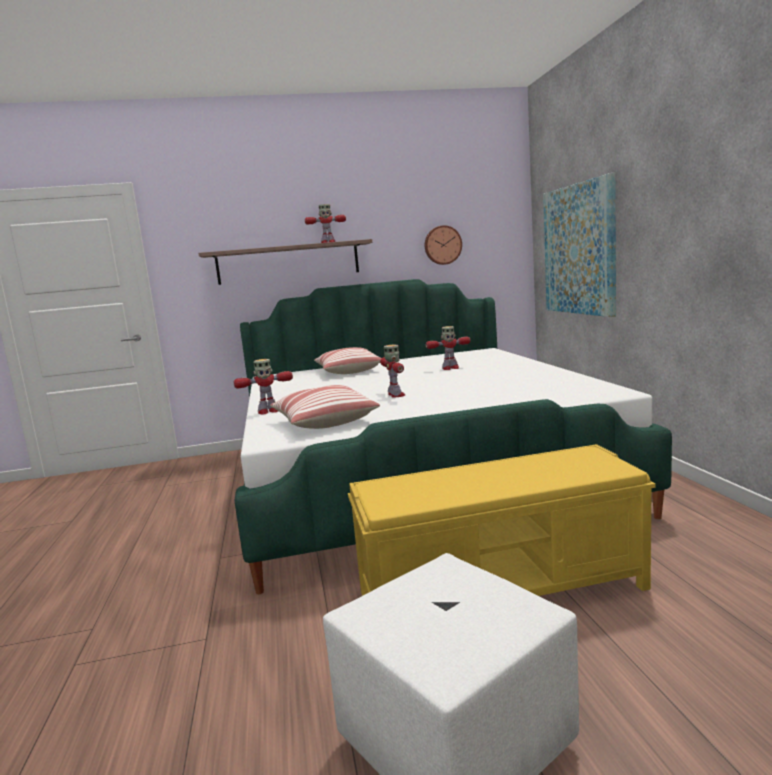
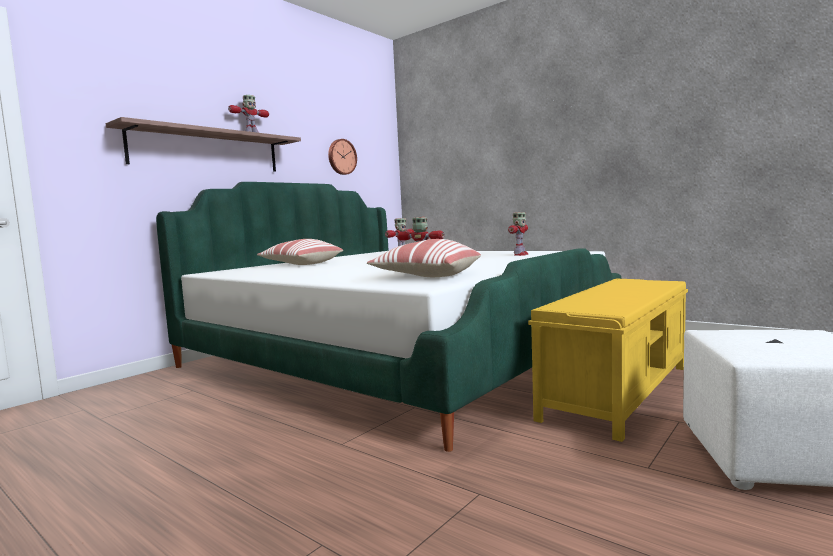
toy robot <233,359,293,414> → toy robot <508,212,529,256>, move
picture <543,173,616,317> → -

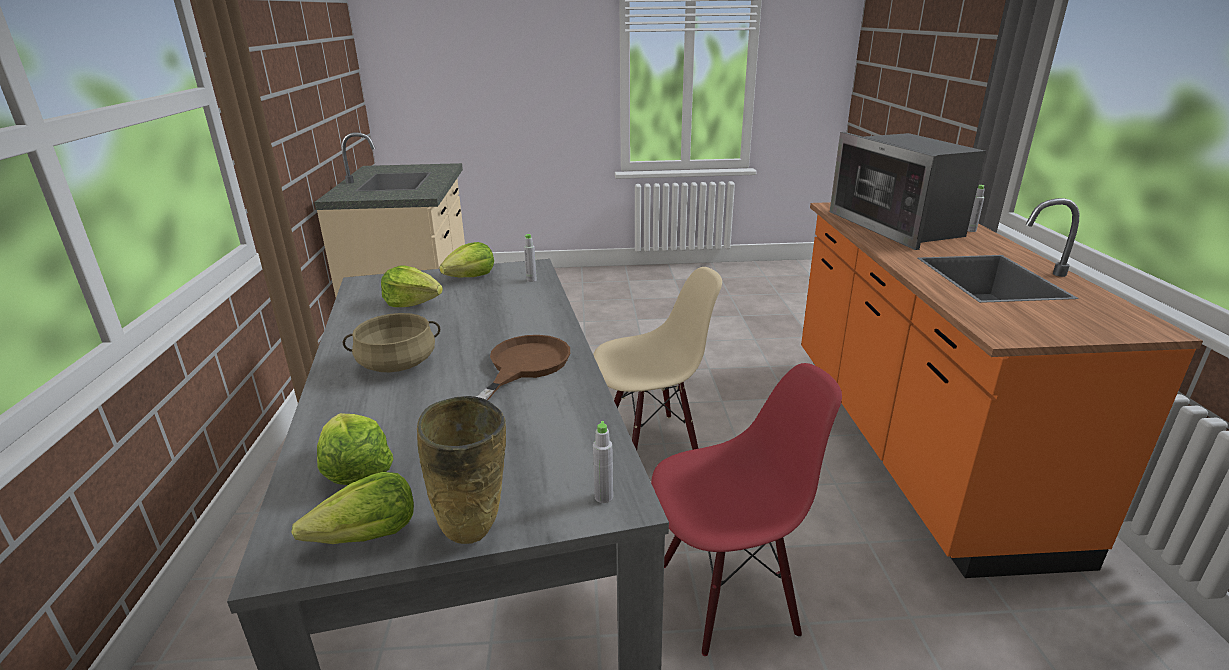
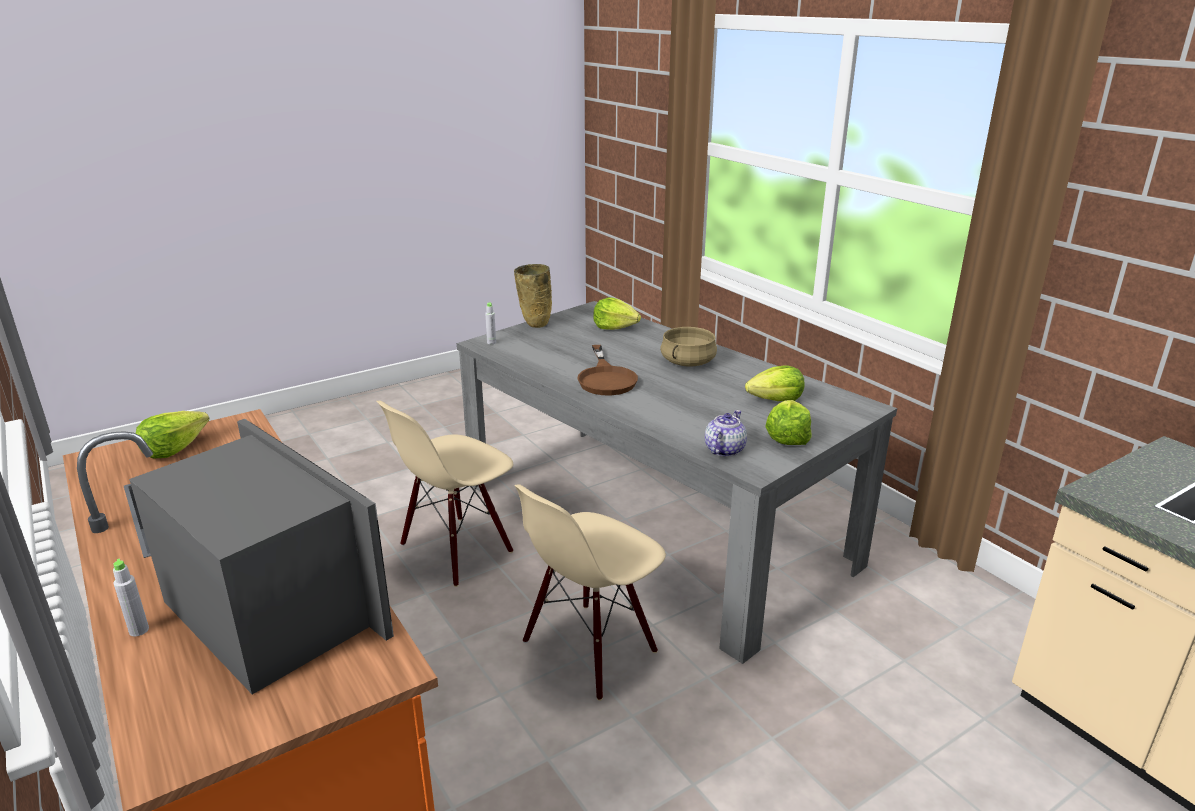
lettuce <291,472,414,544> → lettuce <136,411,210,458>, move
red chair <651,363,842,656> → beige chair <376,400,513,587>
grey bottle <524,234,537,282> → teapot <705,410,747,457>

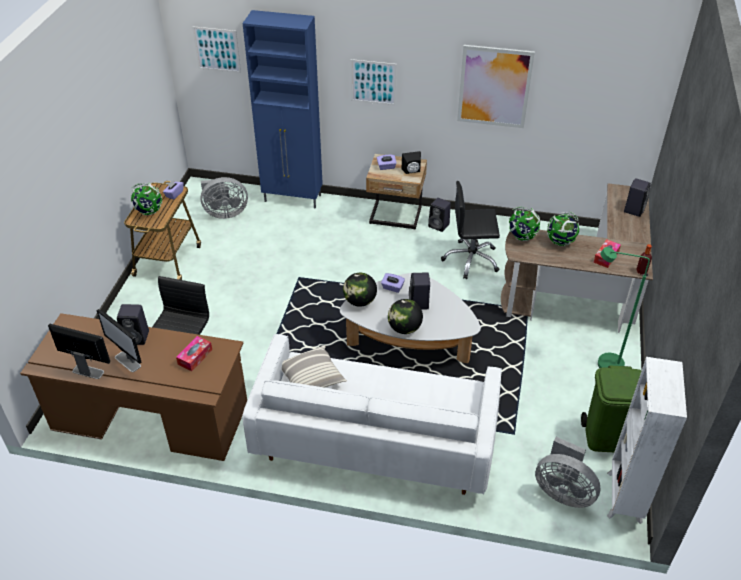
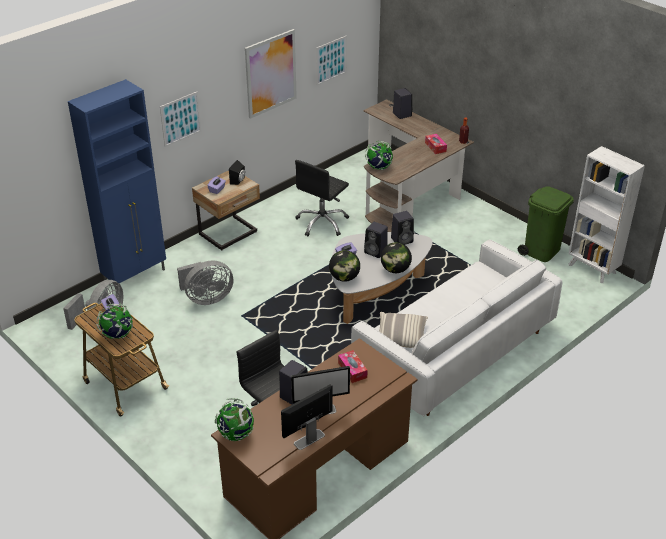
grey fan <535,437,600,508> → grey fan <177,260,233,305>, move
globe <547,211,579,246> → globe <215,398,254,441>, move
picture <192,26,241,73> → picture <316,36,347,85>, move
black speaker <428,198,451,232> → black speaker <391,211,414,245>, move
green floor lamp <598,247,650,368> → -

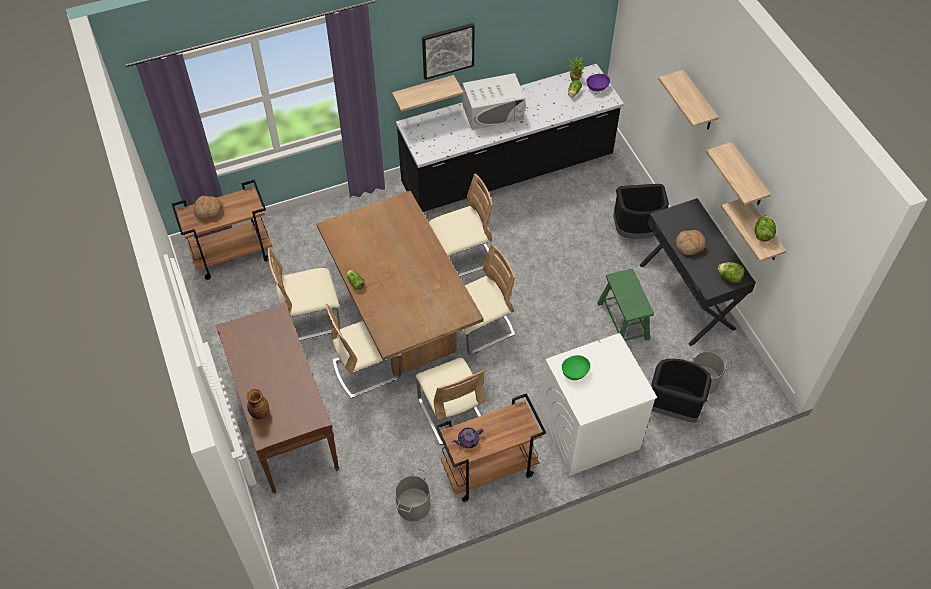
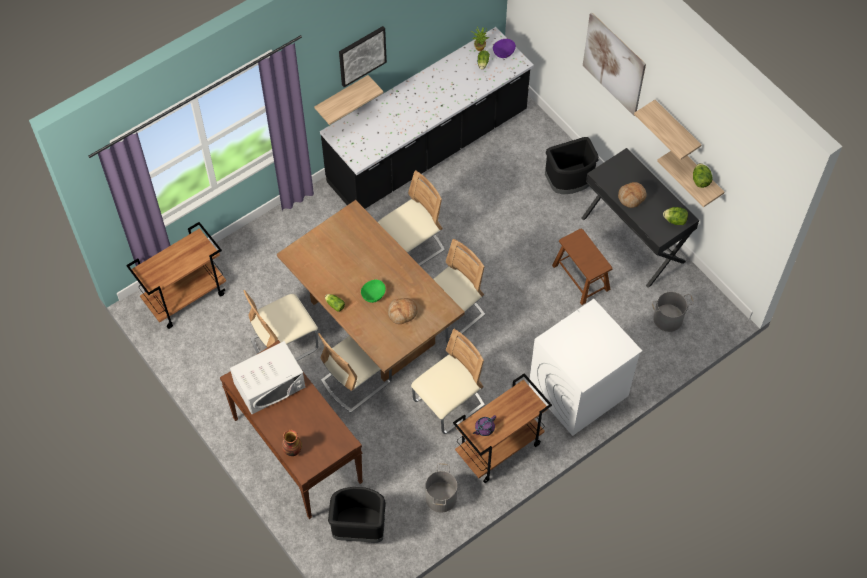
white microwave <463,73,525,130> → white microwave <230,341,305,414>, move
black trash can <651,359,711,423> → black trash can <328,487,386,543>, move
green bowl <562,355,590,380> → green bowl <361,279,386,303>, move
bread <194,196,223,220> → bread <388,298,418,324>, move
beige chair <416,358,486,445> → beige chair <411,329,485,434>, 90 degrees counterclockwise
green stool <597,269,654,341> → brown stool <552,228,613,305>
shelf <658,70,719,129> → picture <583,13,646,116>

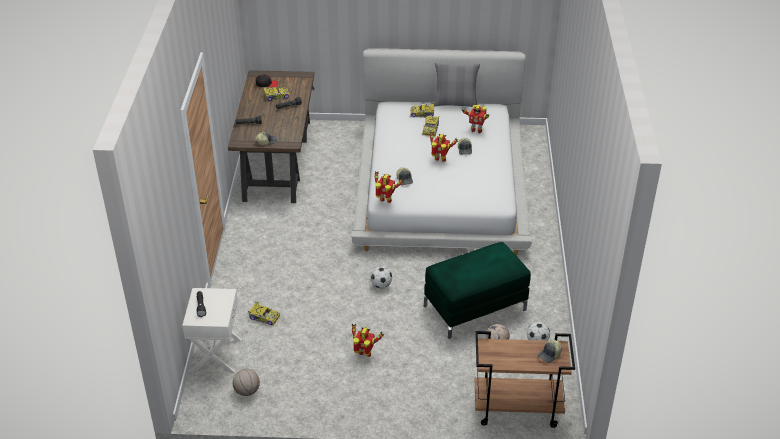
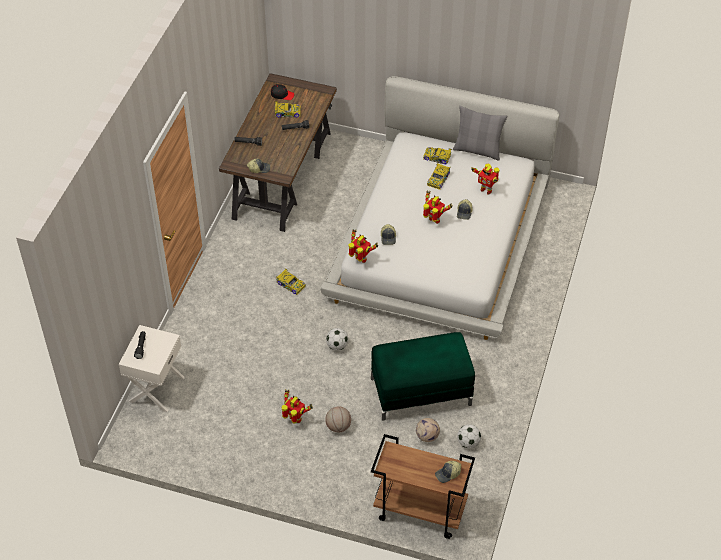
toy car <248,302,280,326> → toy car <276,268,306,295>, move
basketball <233,369,260,396> → basketball <325,406,351,432>, move

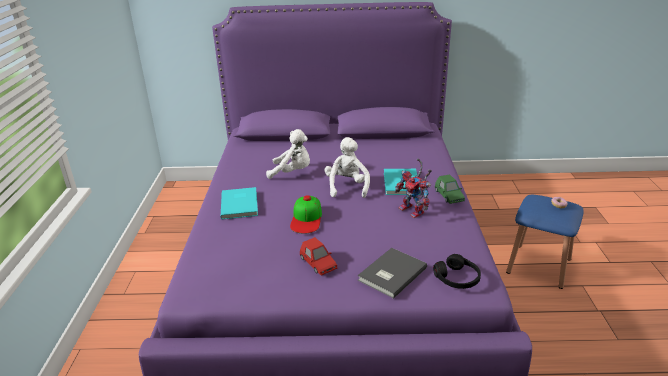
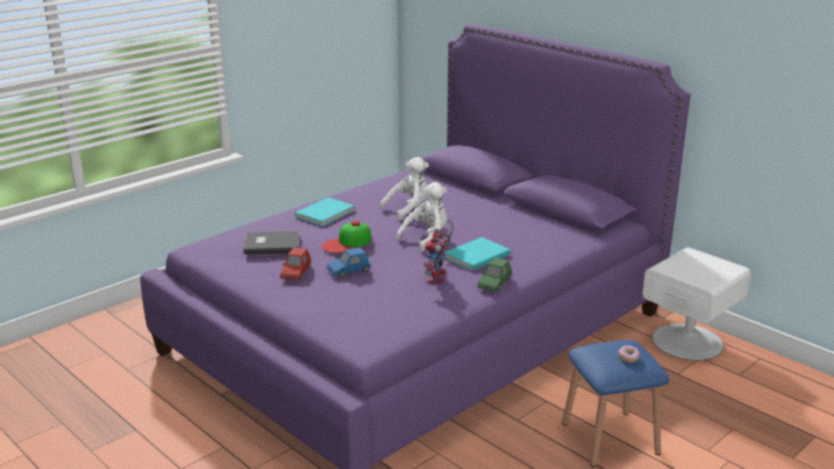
grey book <358,248,427,299> → grey book <243,231,300,254>, move
- → blue toy car <326,247,371,277>
white plush toy <266,129,310,179> → white plush toy <380,157,429,220>, 90 degrees counterclockwise
- → white nightstand <643,247,751,360>
black headphones <433,254,481,289> → -

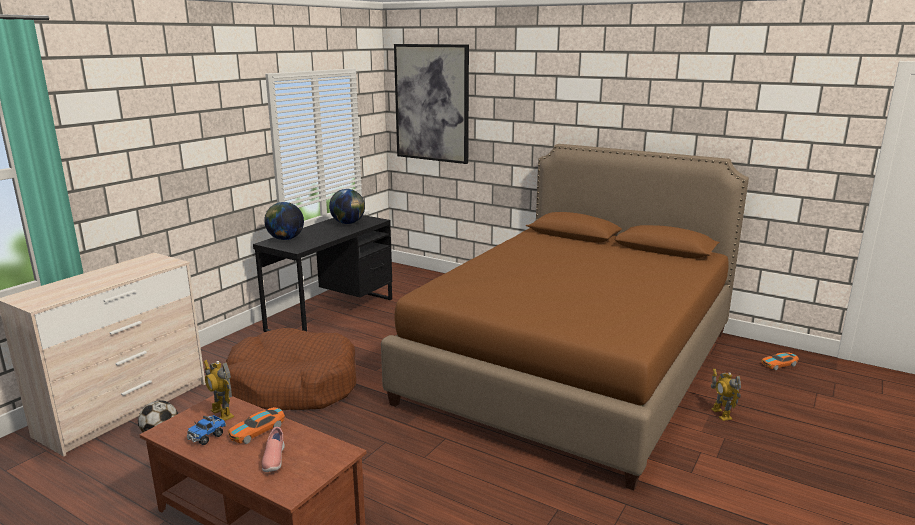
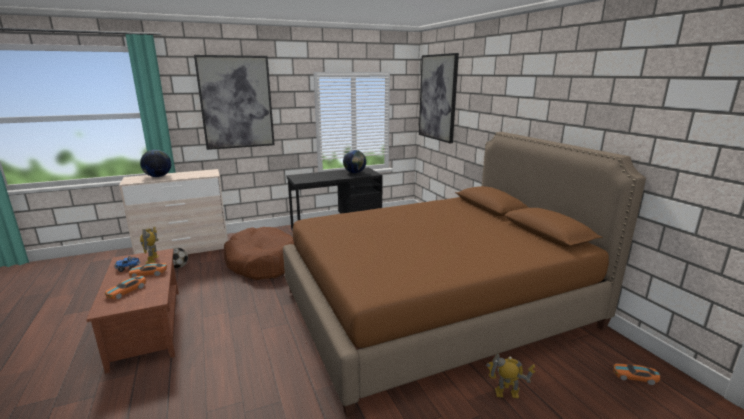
pink shoe <262,427,285,472> → toy car <105,276,146,299>
globe <264,202,304,240> → globe <140,150,171,177>, move
- → picture <194,55,275,150>
toy robot <711,369,741,421> → toy robot <486,353,535,398>, 75 degrees clockwise

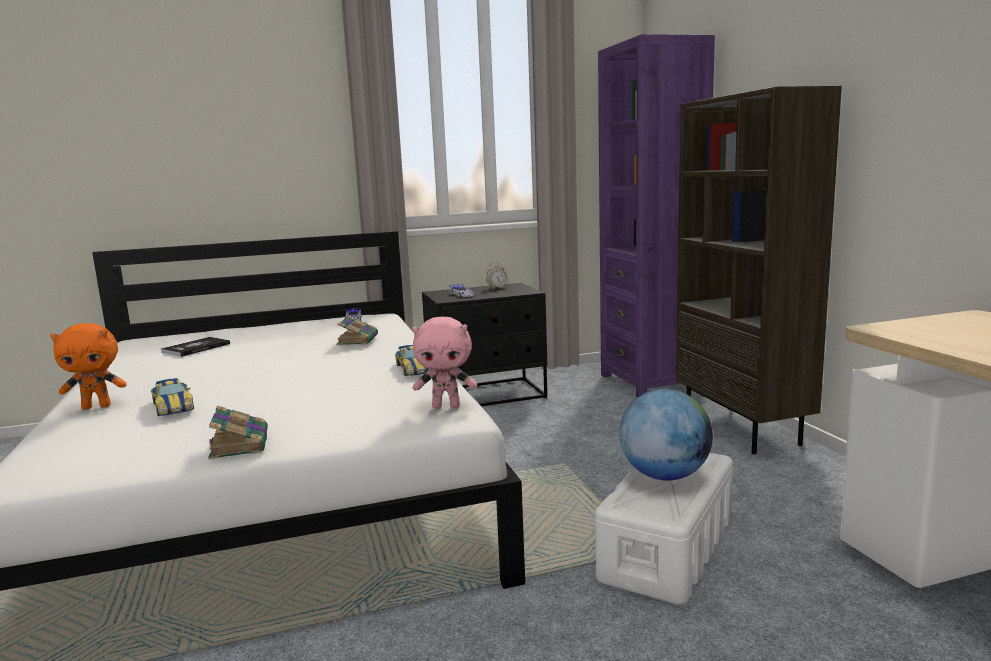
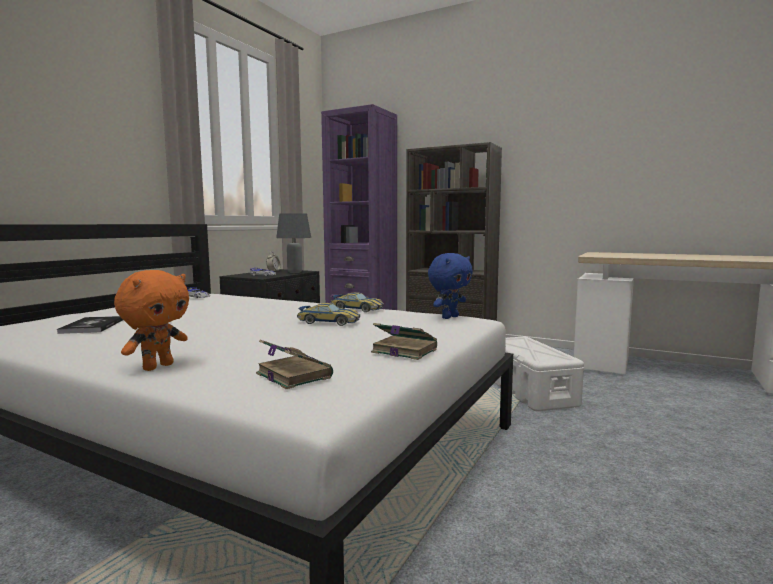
book <336,315,378,345> → book <256,340,333,389>, move
- → grey table lamp <276,213,311,273>
toy car <151,378,194,416> → toy car <297,303,360,326>, move
pink plush toy <412,316,477,409> → blue plush toy <428,253,473,319>
globe <619,389,713,481> → -

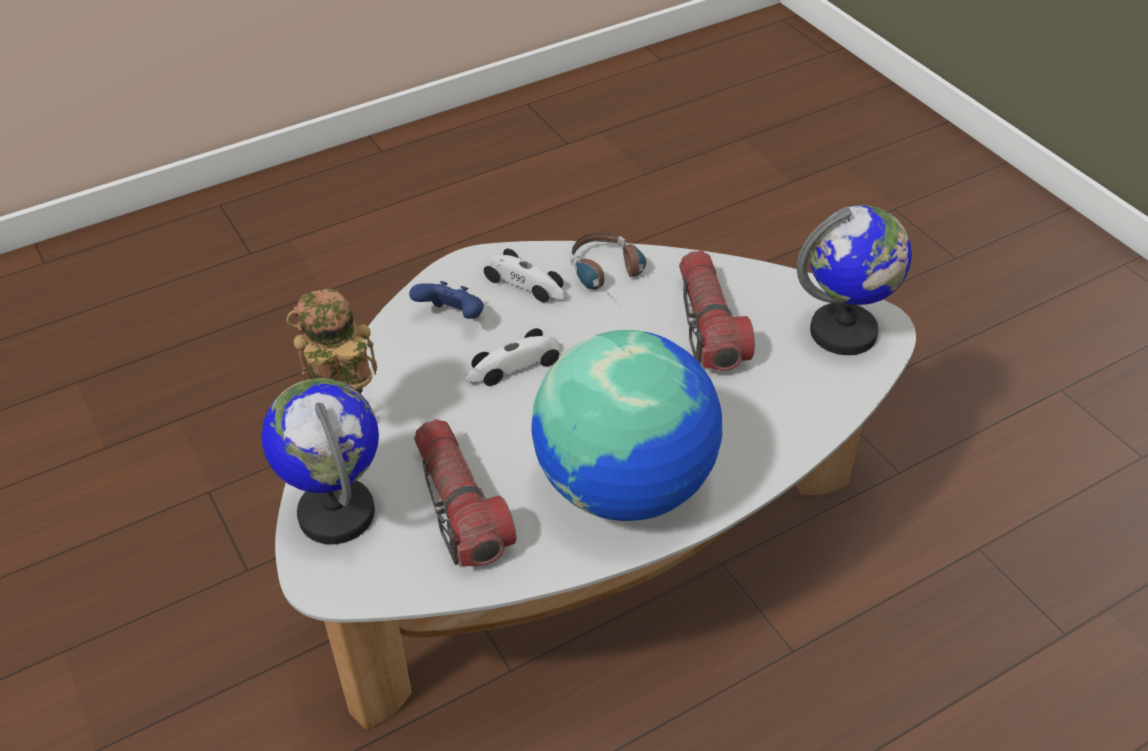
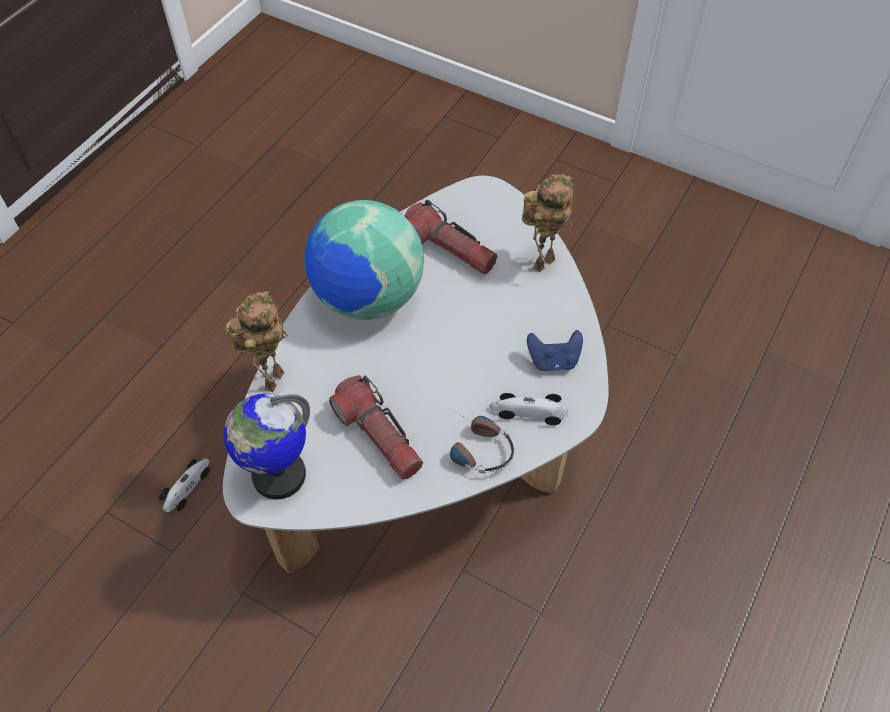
toy car <465,328,561,386> → toy car <159,458,210,512>, move
- → toy robot <226,291,288,392>
globe <262,378,379,544> → -

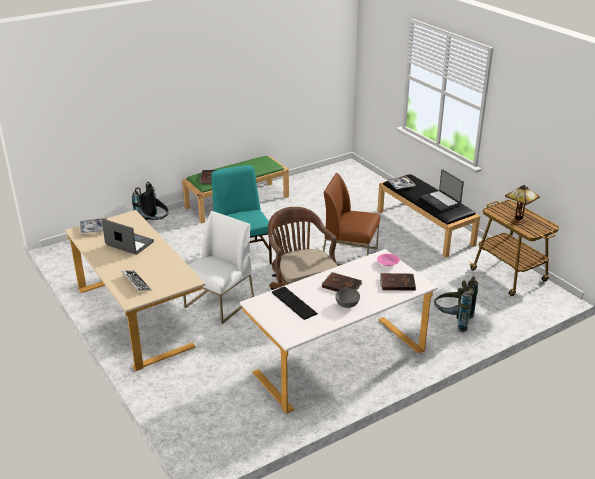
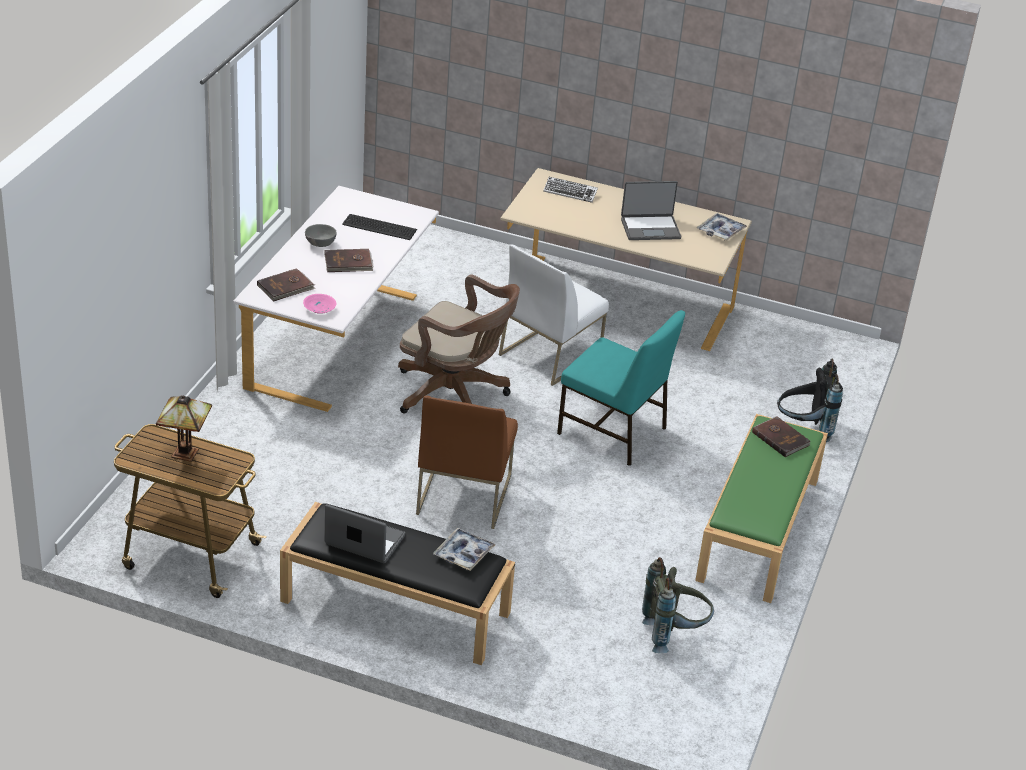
brown chair <323,173,380,266> → brown chair <416,396,518,529>, 120 degrees clockwise
white chair <183,211,254,324> → white chair <499,244,609,386>, 45 degrees clockwise
grey backpack <434,276,478,332> → grey backpack <642,557,714,653>, move

